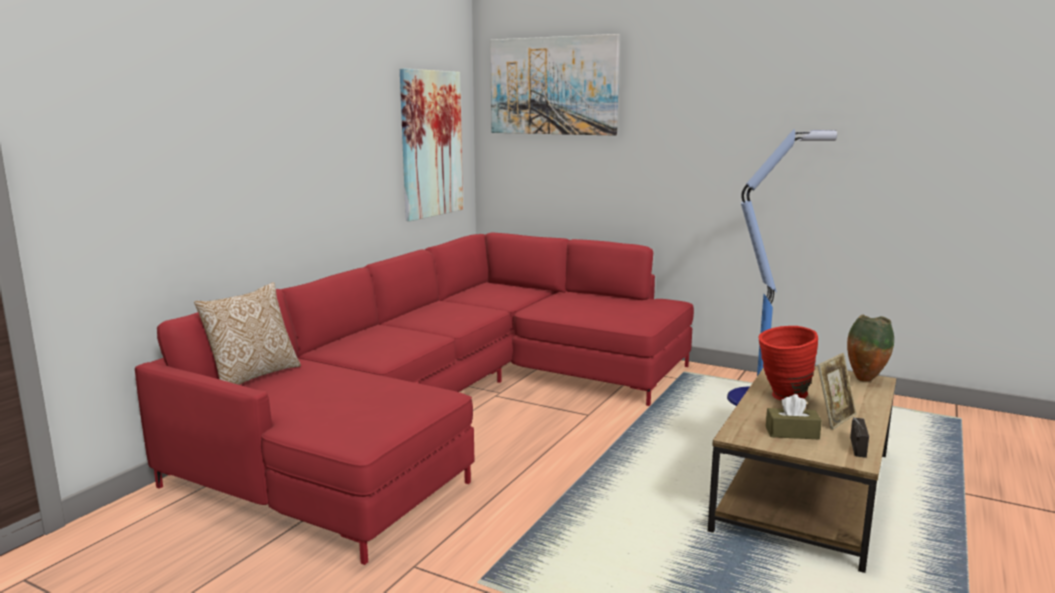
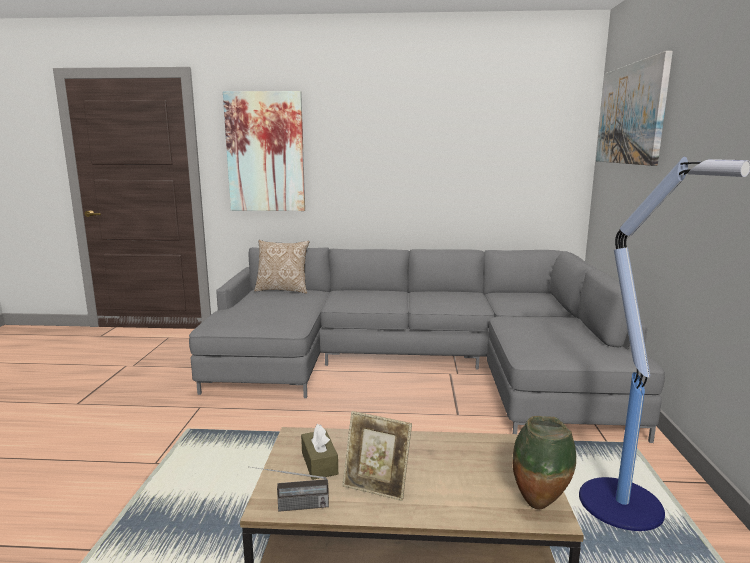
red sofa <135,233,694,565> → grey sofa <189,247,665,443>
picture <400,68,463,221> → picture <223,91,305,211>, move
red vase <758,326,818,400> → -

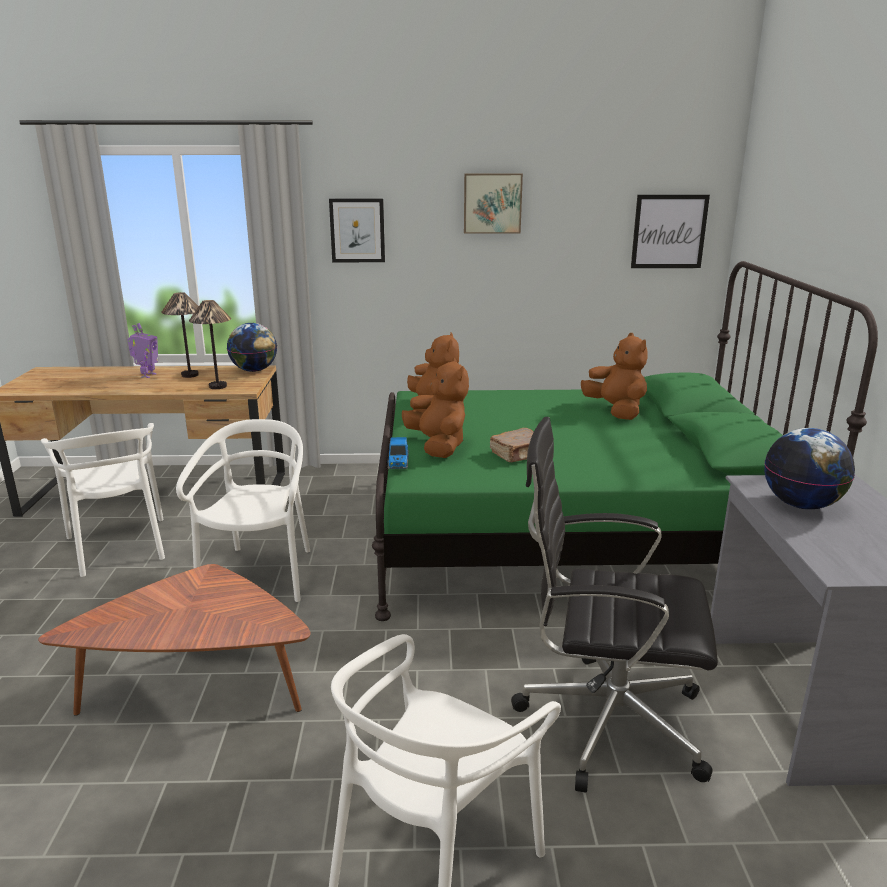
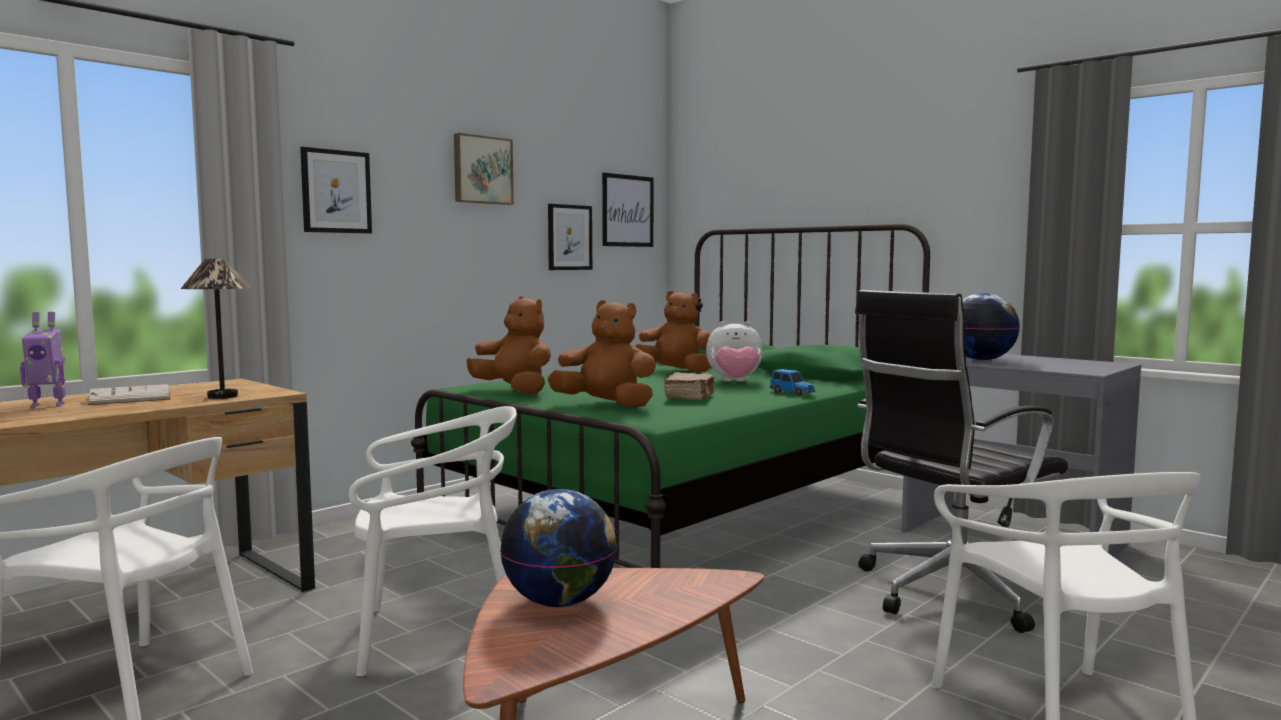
toy robot <127,323,158,378> → toy robot <20,312,66,408>, 105 degrees clockwise
table lamp <161,292,199,378> → white book <88,384,171,405>
white chair <176,419,310,602> → white chair <349,406,517,677>, 120 degrees clockwise
globe <227,323,277,372> → globe <500,489,617,607>, move
- → picture <548,204,592,270>
- → plush toy <706,321,763,382>
toy car <388,437,409,469> → toy car <770,369,816,396>, move

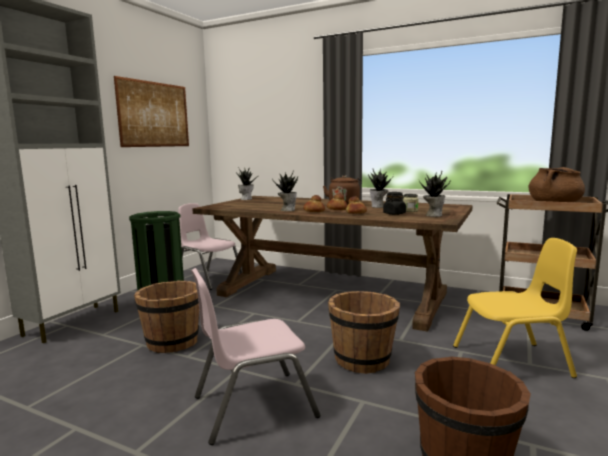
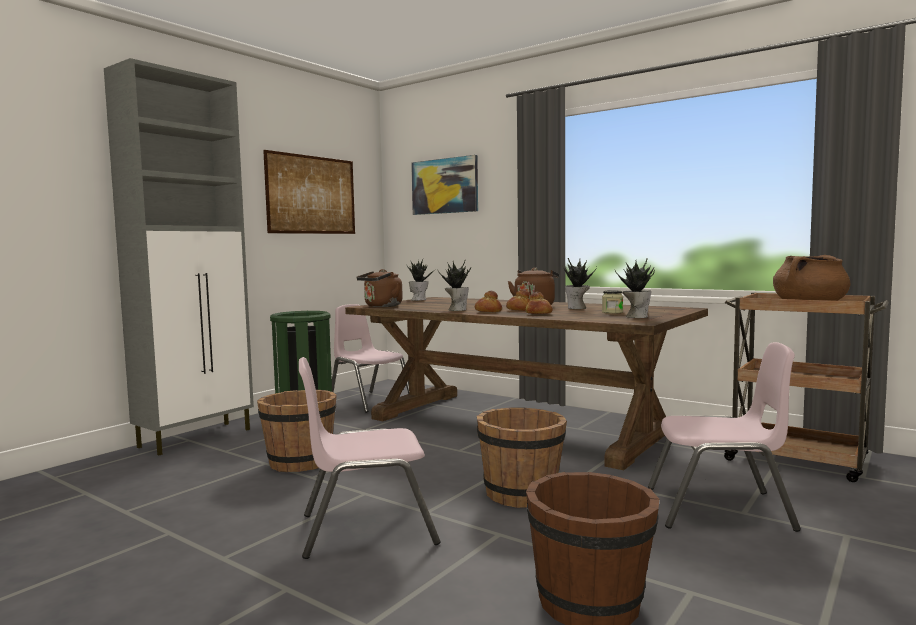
- → brown kettle <357,269,403,307>
- → picture <411,155,478,215>
yellow chair <453,238,577,378> → pink chair <648,342,801,532>
black jar <383,192,406,215> → -

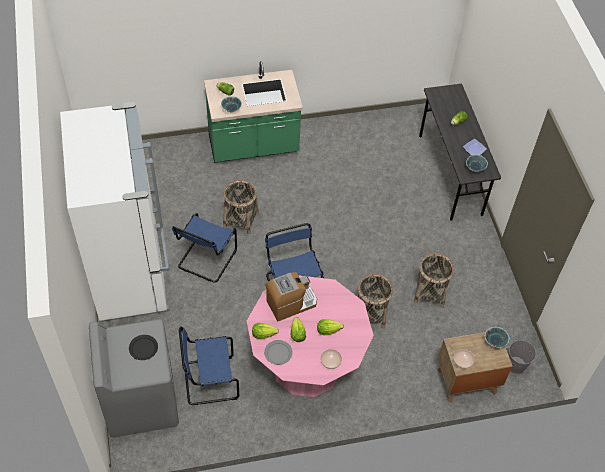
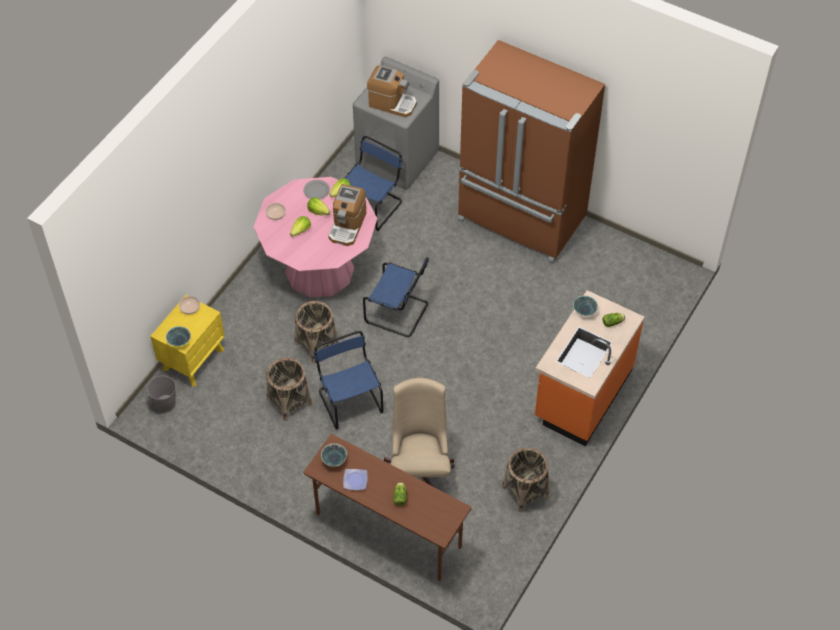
brown nightstand <437,332,513,403> → yellow nightstand <150,295,225,387>
grey desk <419,84,501,221> → brown desk <303,434,471,581>
blue chair <172,213,237,283> → blue chair <313,331,383,430>, move
black plate <129,335,158,360> → coffee machine <367,65,417,117>
- → beige office chair <384,378,455,487>
white fridge <60,102,170,322> → brown fridge <458,40,605,264>
basket <223,180,259,234> → basket <502,448,549,512>, move
green counter <204,61,303,163> → orange counter <535,290,645,446>

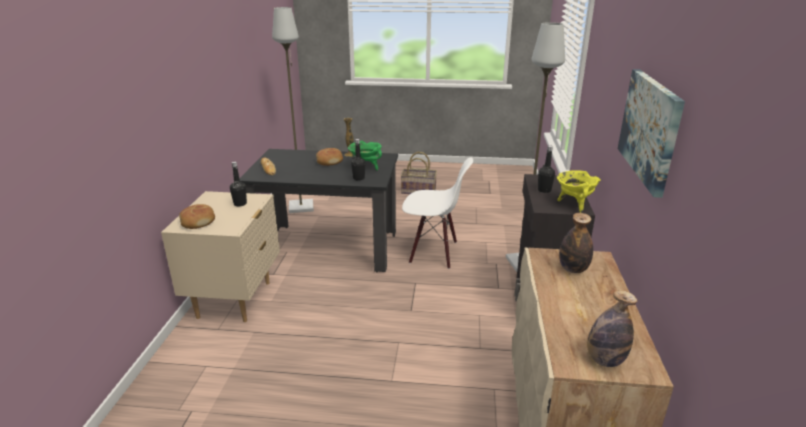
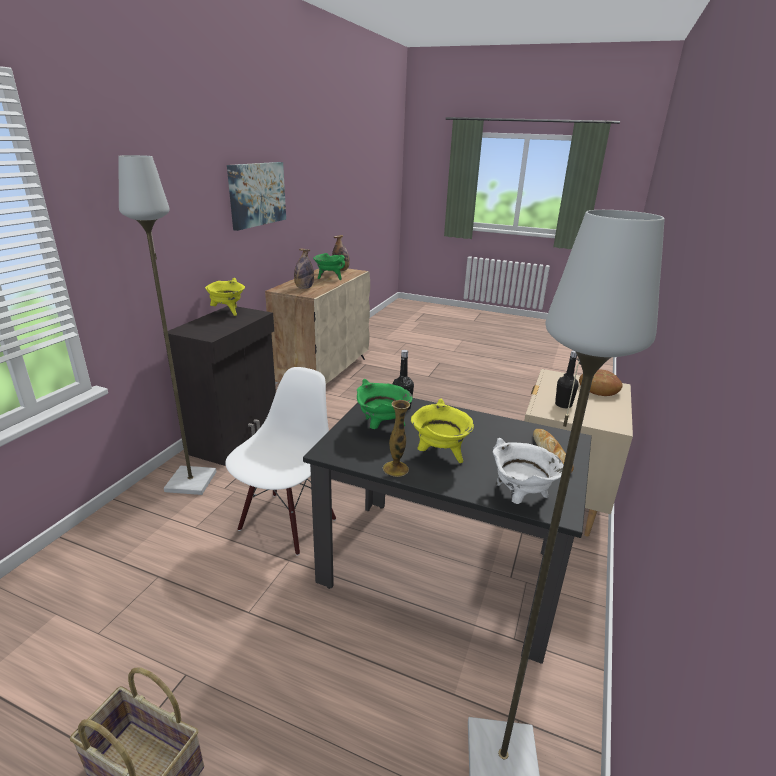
white chair <402,157,473,269> → white chair <225,367,336,556>, 90 degrees clockwise
- → green cooking pot <313,253,345,280>
bread <316,148,343,166> → yellow cooking pot <411,399,474,463>
- → white cooking pot <493,438,564,504>
black bottle <538,145,555,193> → -

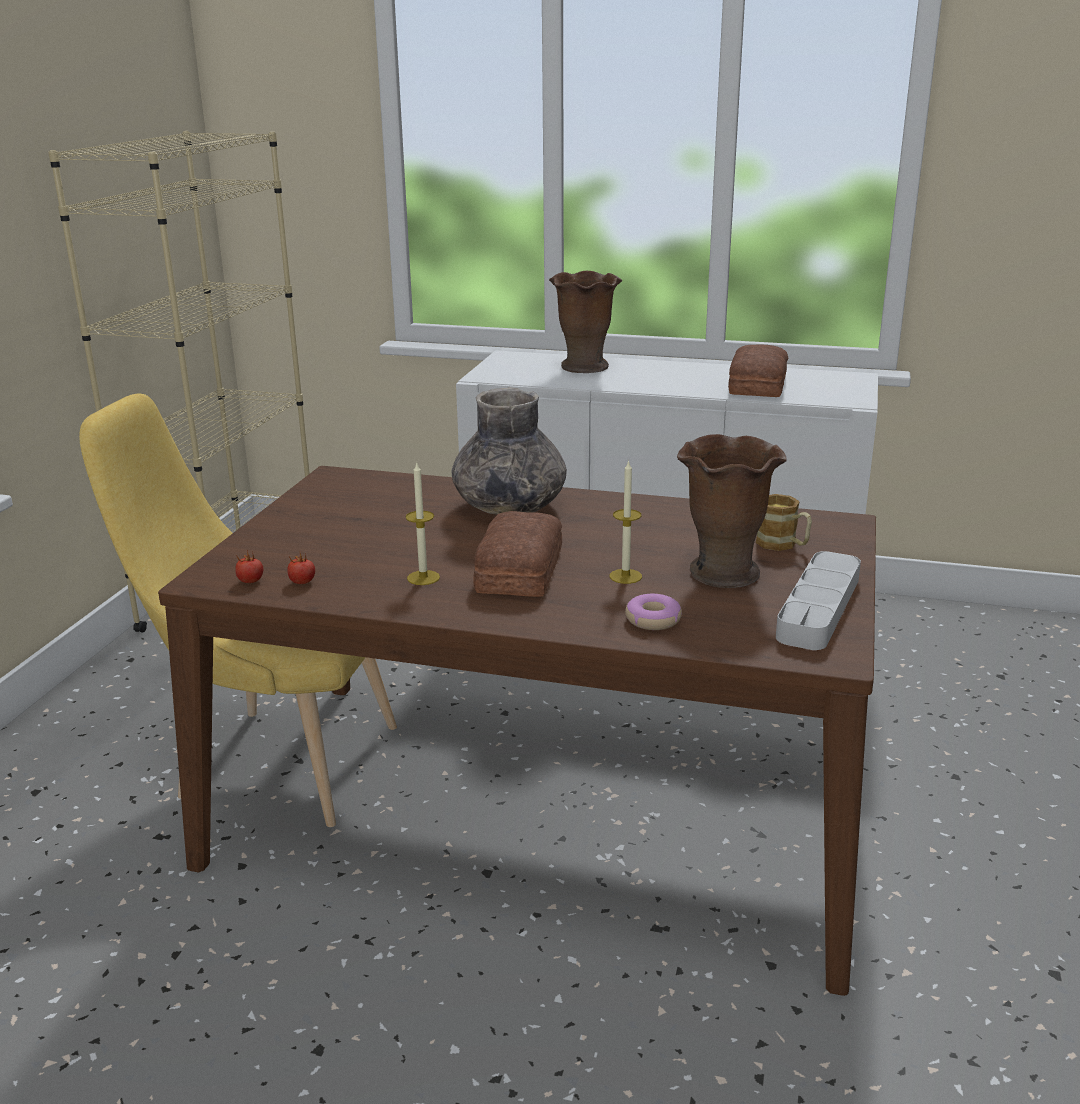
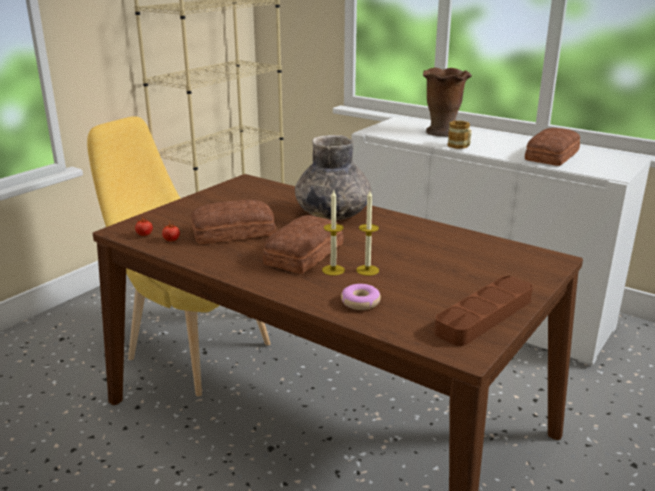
- → bread <191,200,276,244>
candle <405,461,440,585> → candle <322,191,345,276>, move
grey tray <776,551,861,650> → brown tray <434,276,533,346>
mug <756,494,812,551> → mug <448,121,472,149>, move
brown vase <677,434,787,588> → -

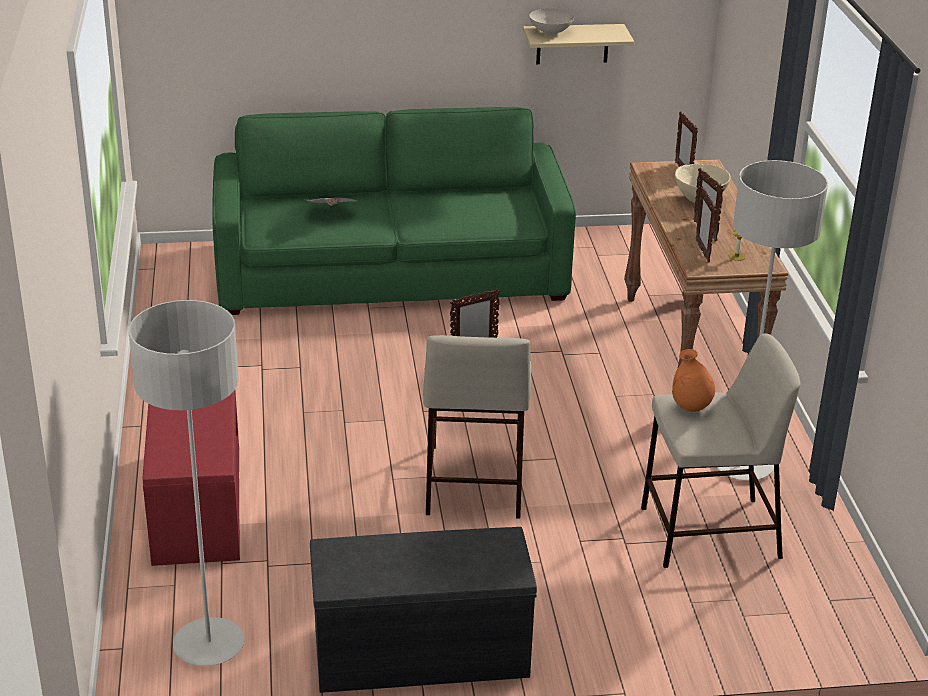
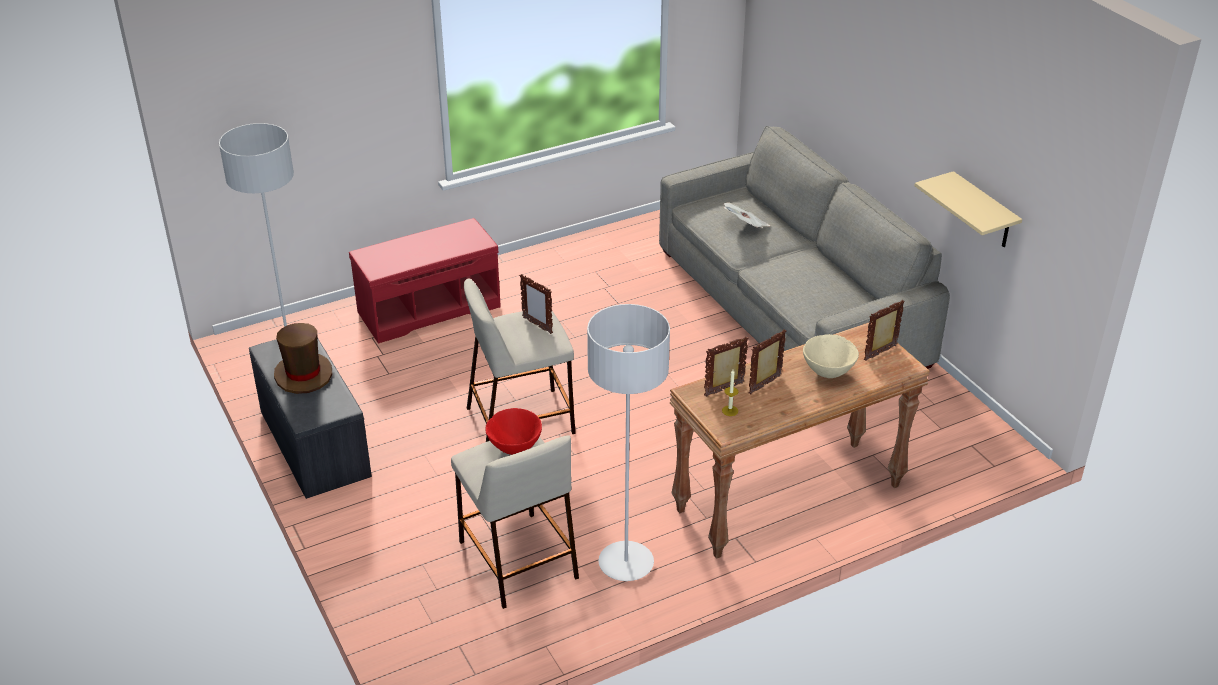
- → brown hat <274,323,332,394>
orange vase <672,349,715,412> → red bowl <486,408,542,455>
green sofa <212,107,576,315> → grey sofa <659,126,950,369>
white bowl <529,8,574,35> → -

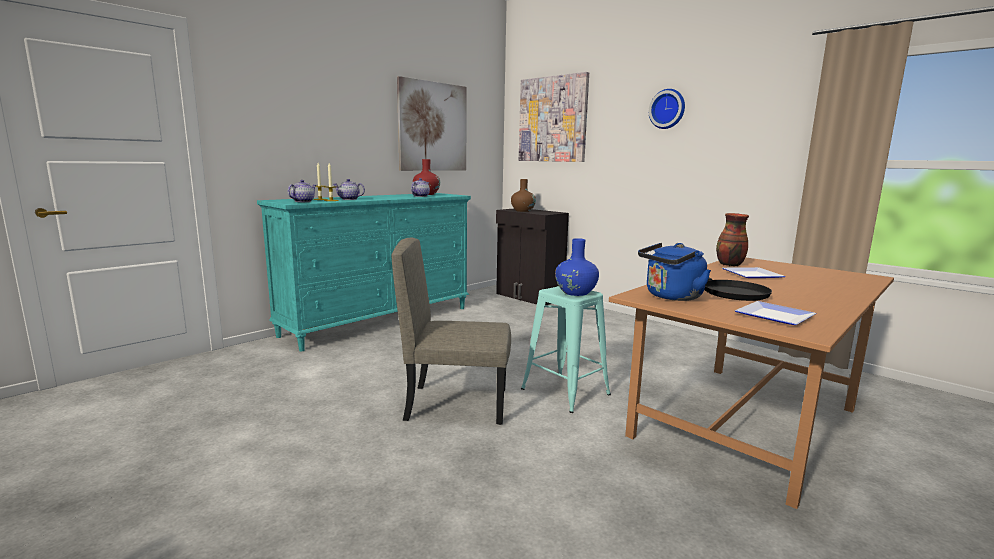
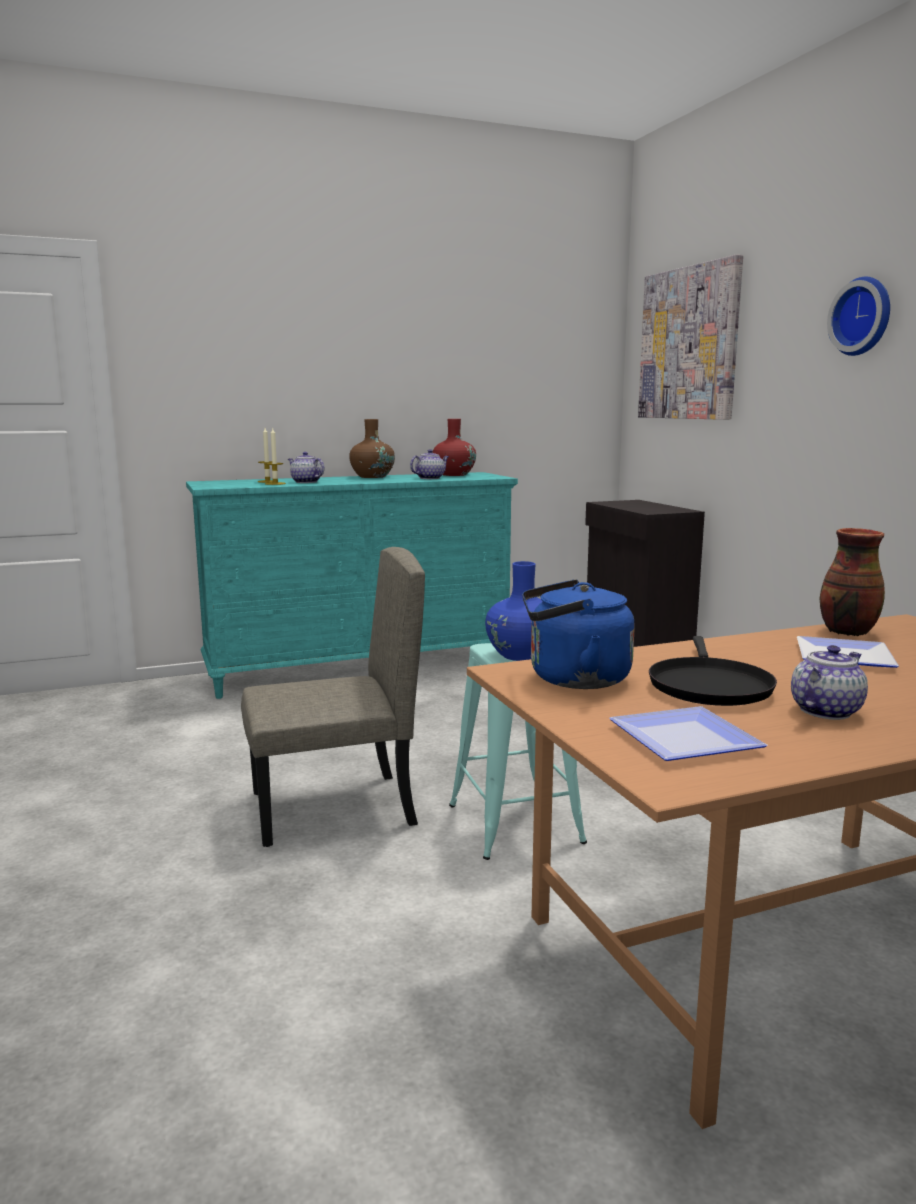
beige chair <391,238,511,425> → beige chair <241,547,425,847>, 135 degrees clockwise
brown vase <511,179,536,212> → brown vase <349,419,395,478>, move
teapot <288,180,316,202> → teapot <791,645,868,720>, move
picture <397,76,467,171> → -

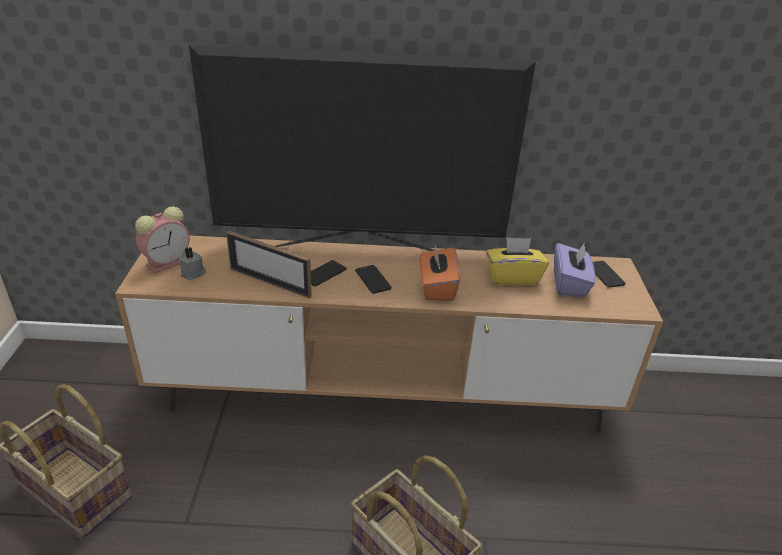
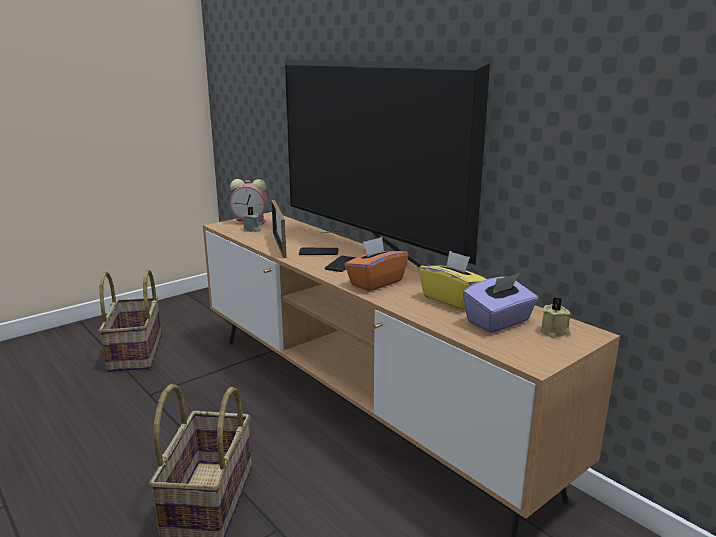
phone <593,261,626,288> → beige candle <540,297,571,337>

